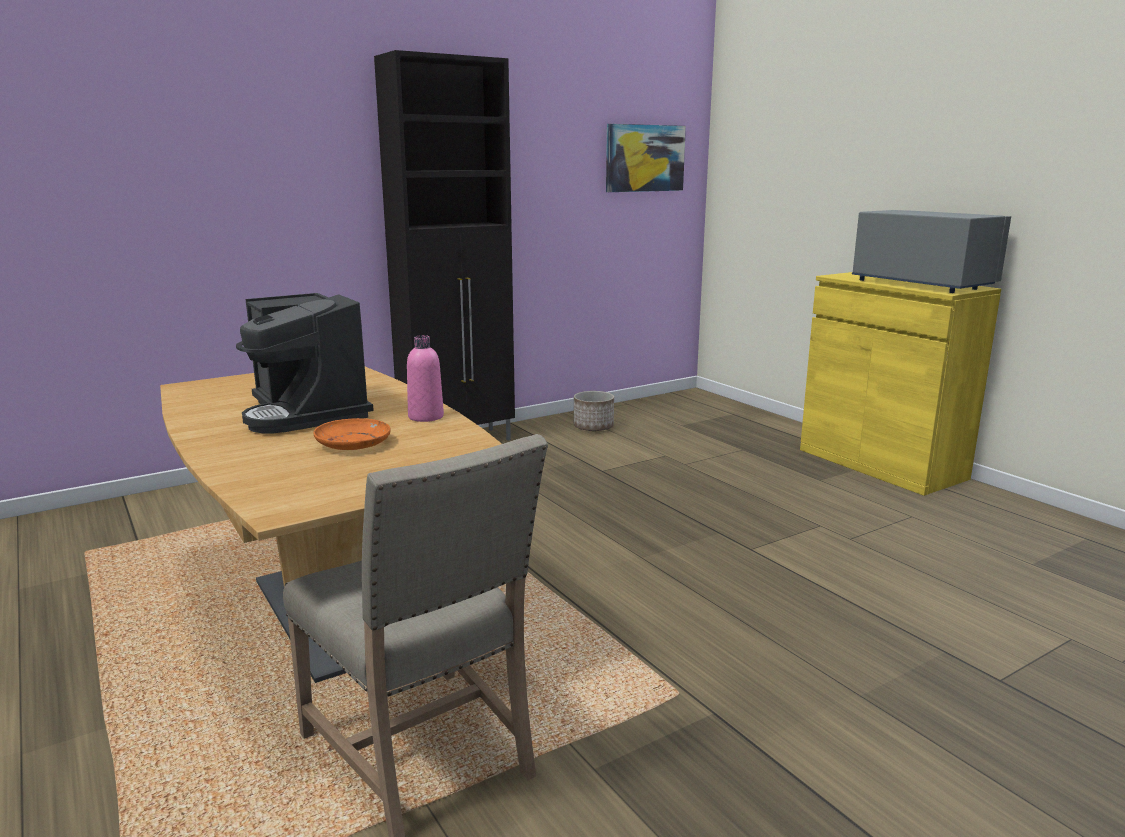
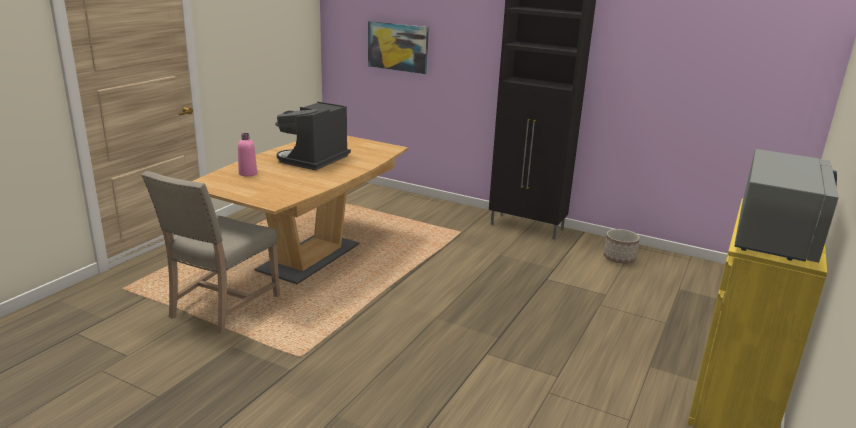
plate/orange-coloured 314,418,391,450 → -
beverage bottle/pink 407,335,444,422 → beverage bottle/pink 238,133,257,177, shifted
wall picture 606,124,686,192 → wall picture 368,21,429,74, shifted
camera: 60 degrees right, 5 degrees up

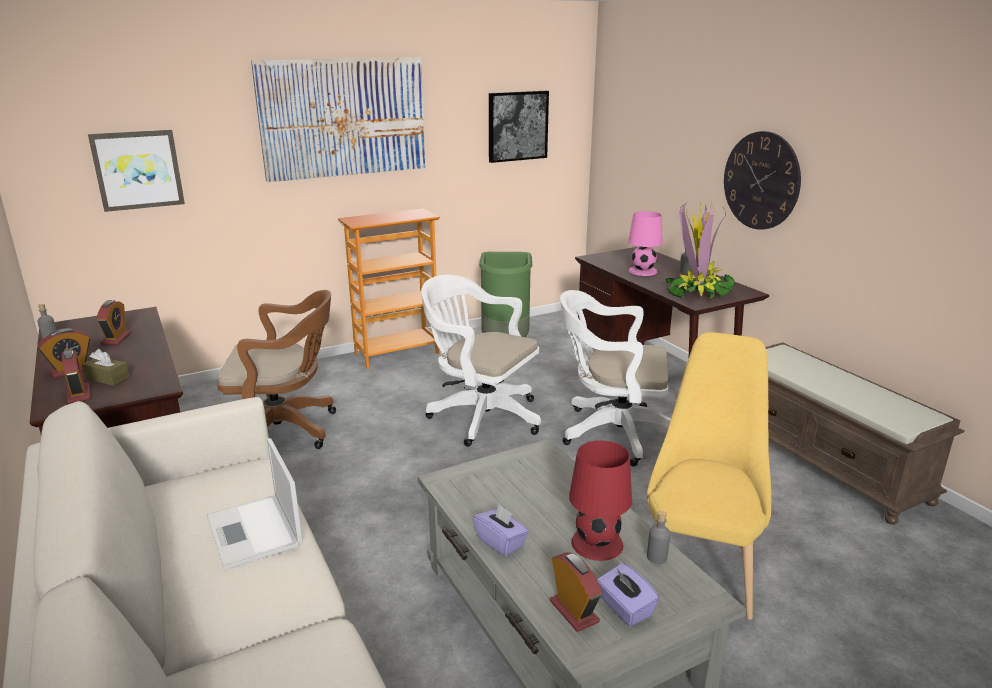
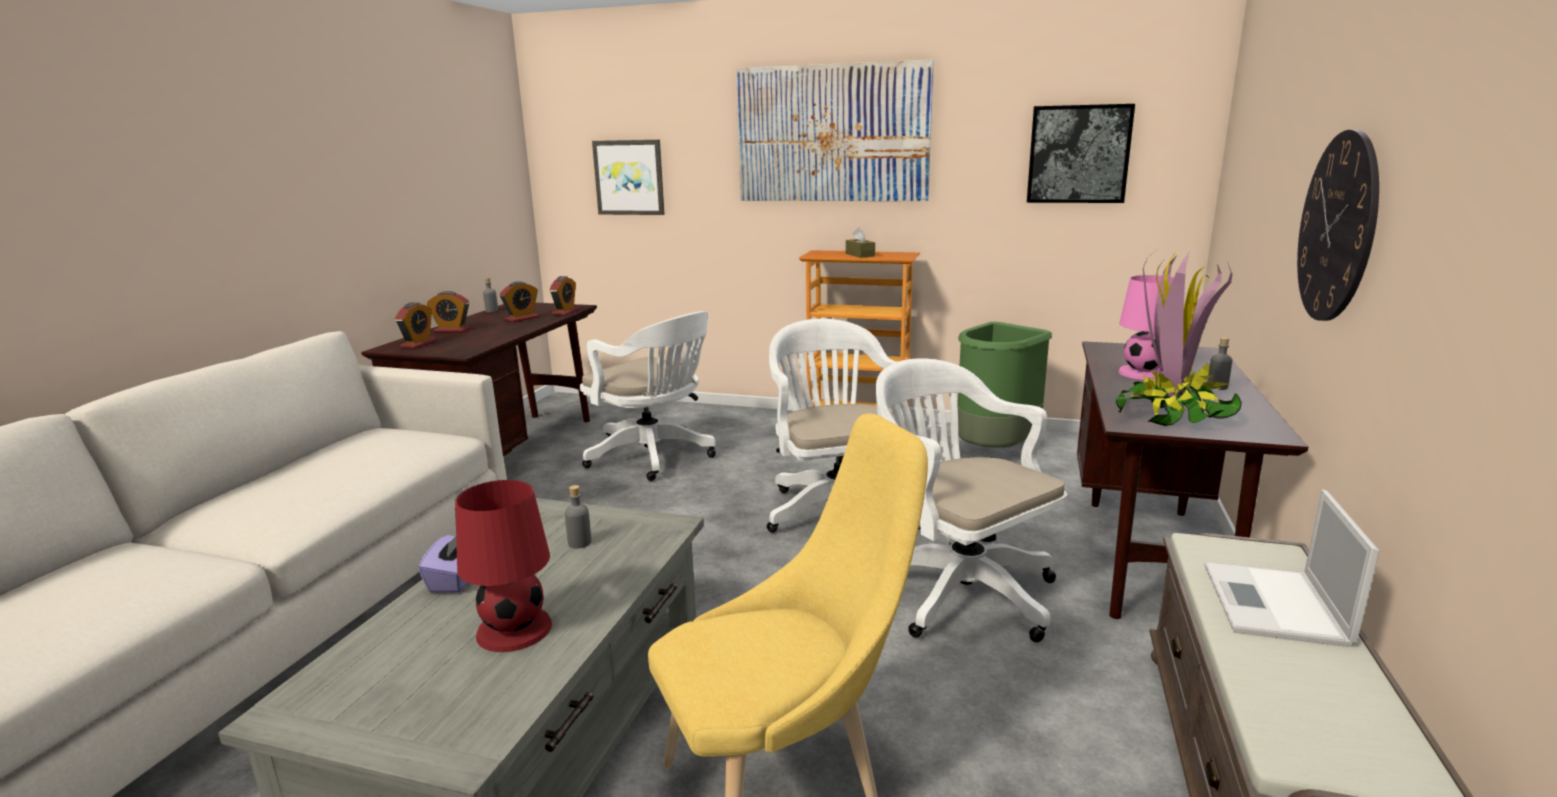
box of tissues/purple 597,563,659,626 → -
box of tissues/brown-coloured 82,349,130,386 → box of tissues/brown-coloured 846,228,875,258, shifted
portable computer 206,438,302,570 → portable computer 1204,490,1379,647, shifted
bedside clock 550,552,602,632 → bedside clock 550,276,579,316, shifted
beverage bottle/gray 647,511,670,564 → beverage bottle/gray 565,485,591,548, shifted
desk chair/brown-coloured 217,290,336,449 → desk chair/whitish 580,311,716,481
camera: 45 degrees right, 5 degrees down

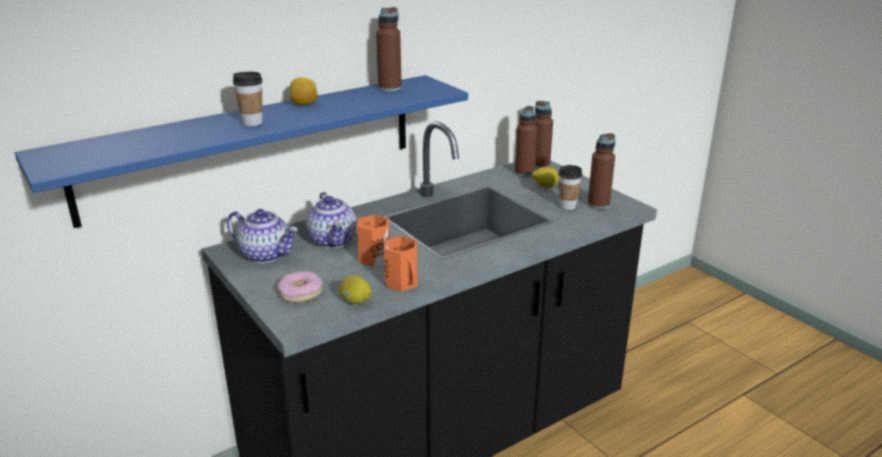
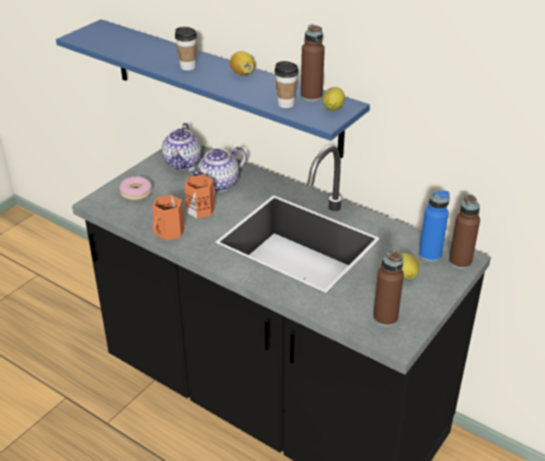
whole lemon 340,275,372,304 → whole lemon 323,87,345,111, shifted
cup 558,165,582,210 → cup 274,61,299,108, shifted
beverage bottle/brown-coloured 515,106,538,177 → beverage bottle/blue-coloured 419,190,450,262
camera: 70 degrees right, 10 degrees up

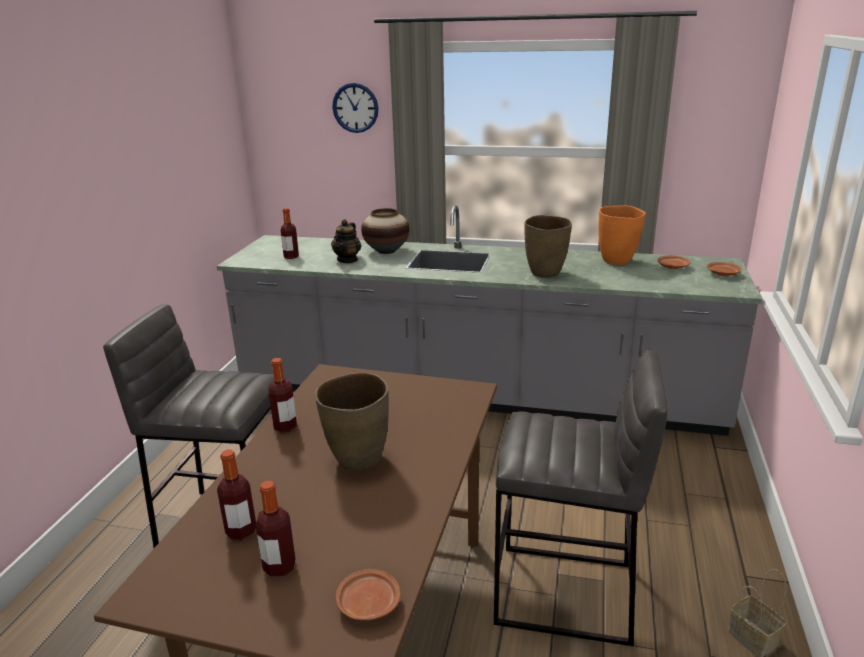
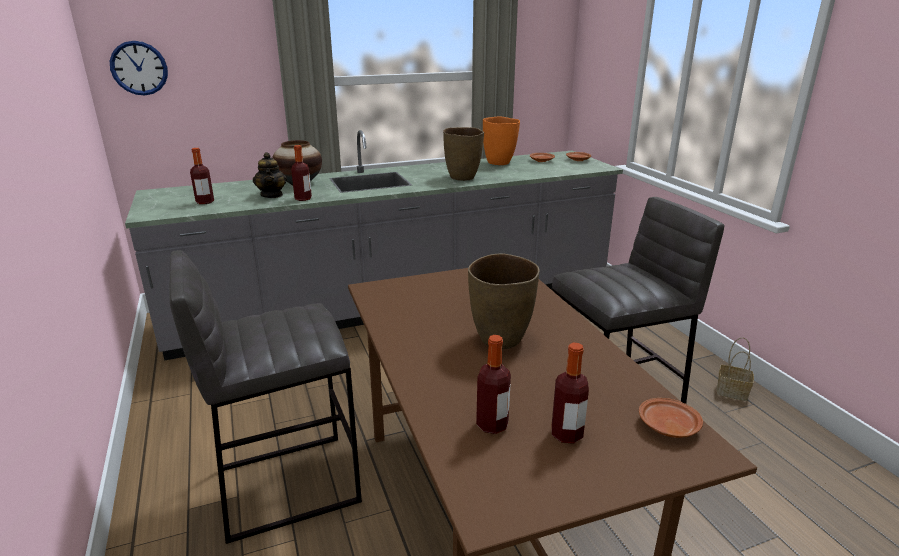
beverage bottle 268,358,297,433 → beverage bottle 291,145,312,201, shifted
wall clock 332,83,379,133 → wall clock 110,41,168,96, shifted
camera: 35 degrees left, 0 degrees up

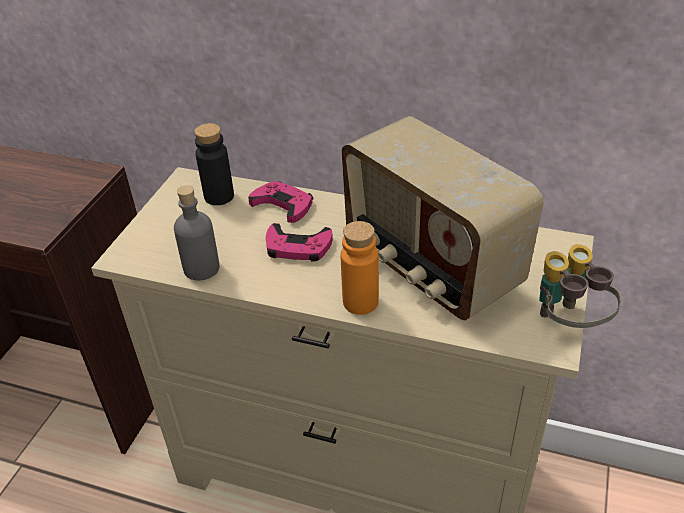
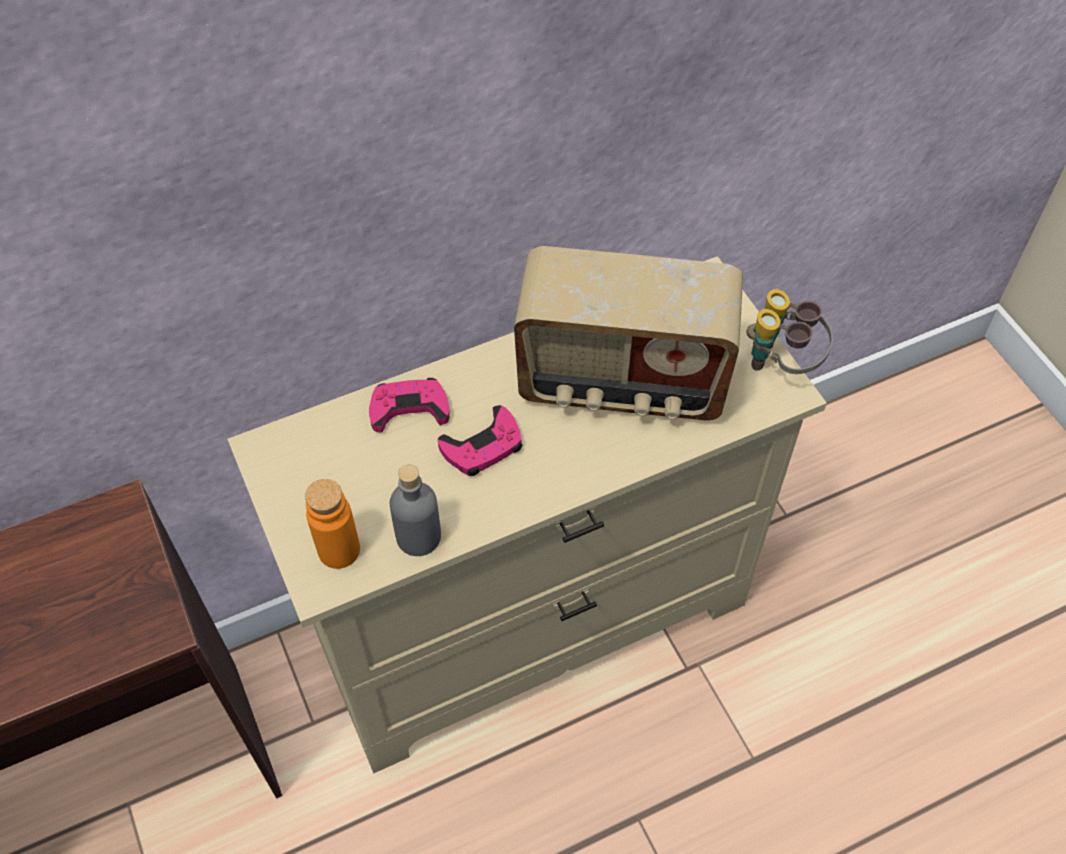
beverage bottle/black-coloured 194,123,234,205 → -
beverage bottle/orange-coloured 341,221,379,315 → beverage bottle/orange-coloured 305,479,360,569, shifted
camera: 45 degrees left, 15 degrees up

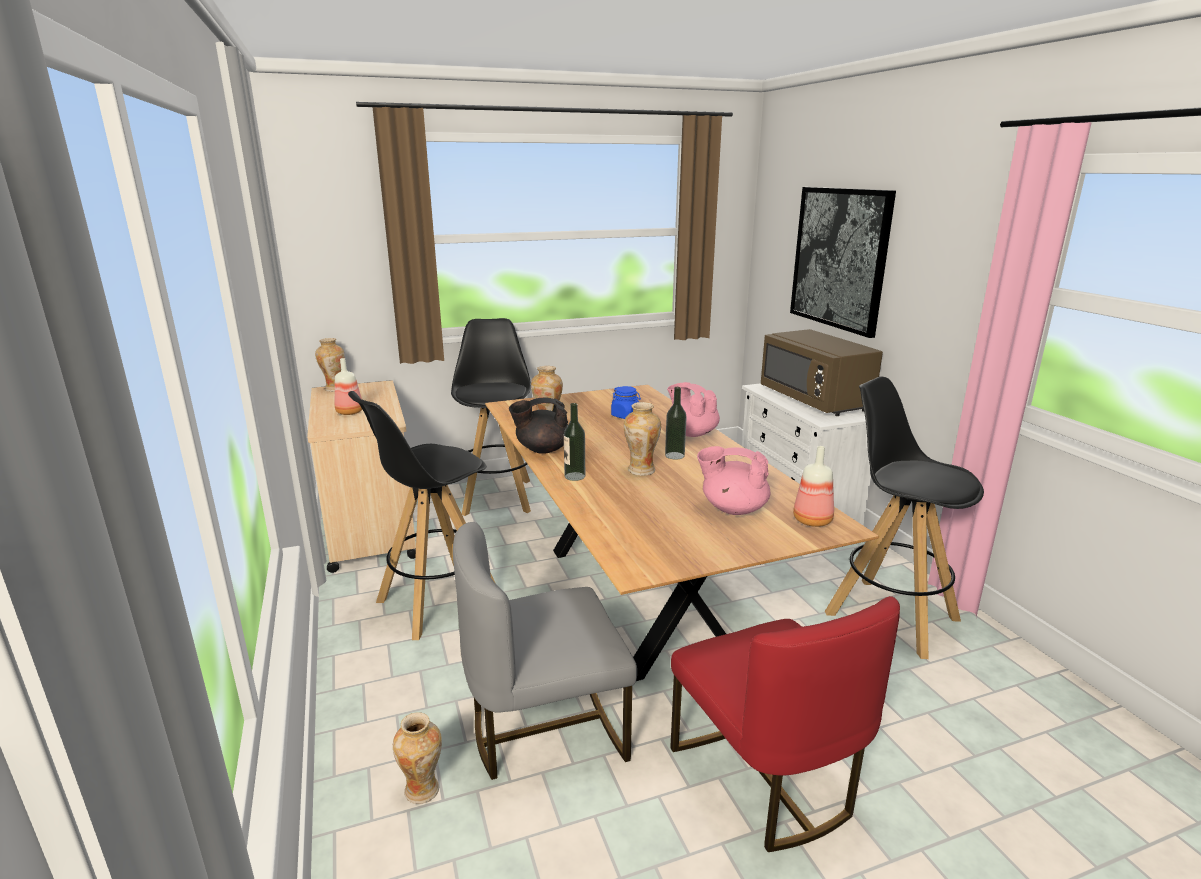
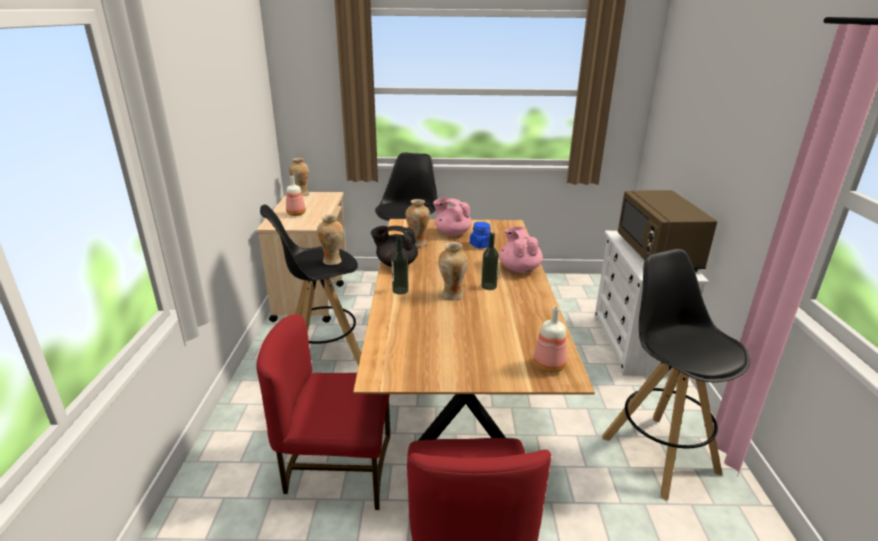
wall picture 790,187,896,338 → -
flower vase 393,712,442,804 → flower vase 317,215,343,265, shifted
tea pot/pink 697,446,770,515 → tea pot/pink 433,197,472,236, shifted
plain chair/gray 453,522,637,780 → plain chair/red 256,314,390,510
camera: 20 degrees right, 5 degrees up

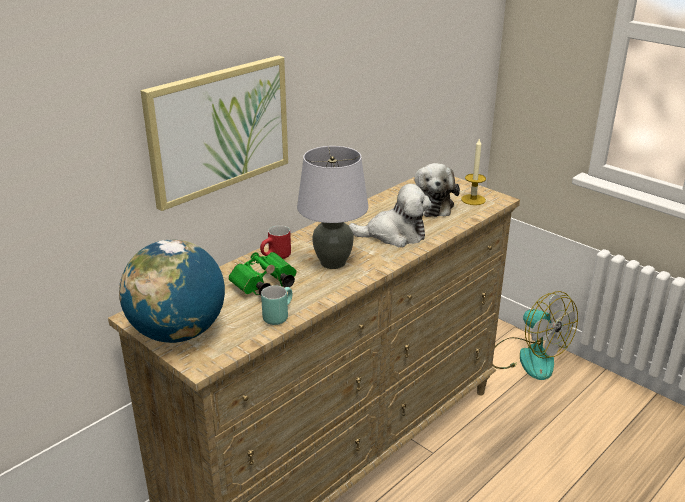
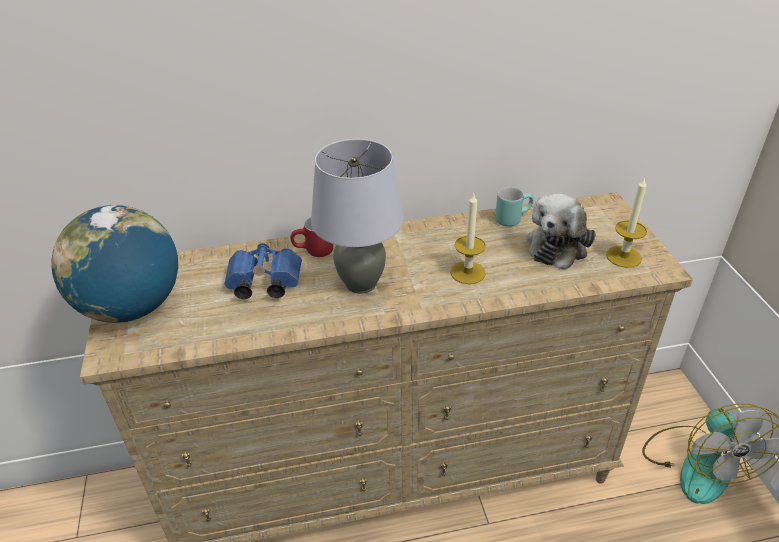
wall picture 140,55,288,211 → -
mug/blue-green 261,285,293,325 → mug/blue-green 495,187,533,227, shifted
plush toy 348,184,432,247 → wax candle 450,194,486,284
pair of binoculars/greenish 228,252,297,296 → pair of binoculars/blue-coloured 224,243,302,299
camera: 35 degrees right, 10 degrees up

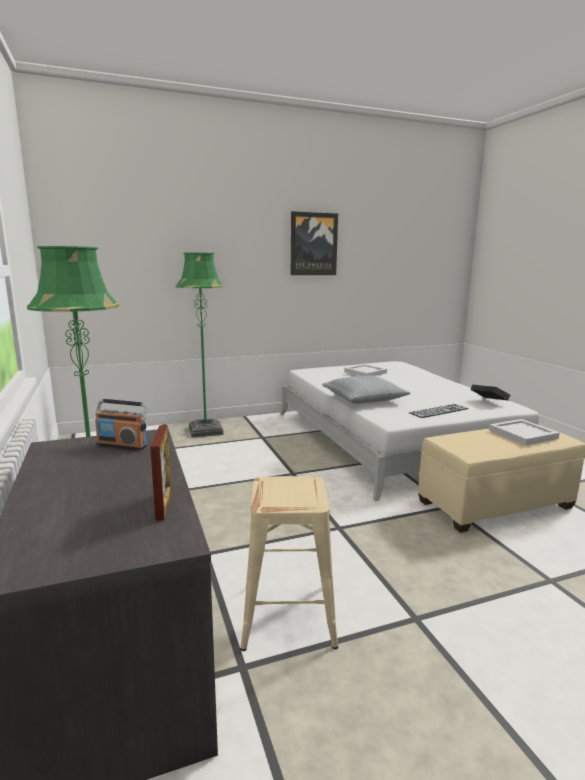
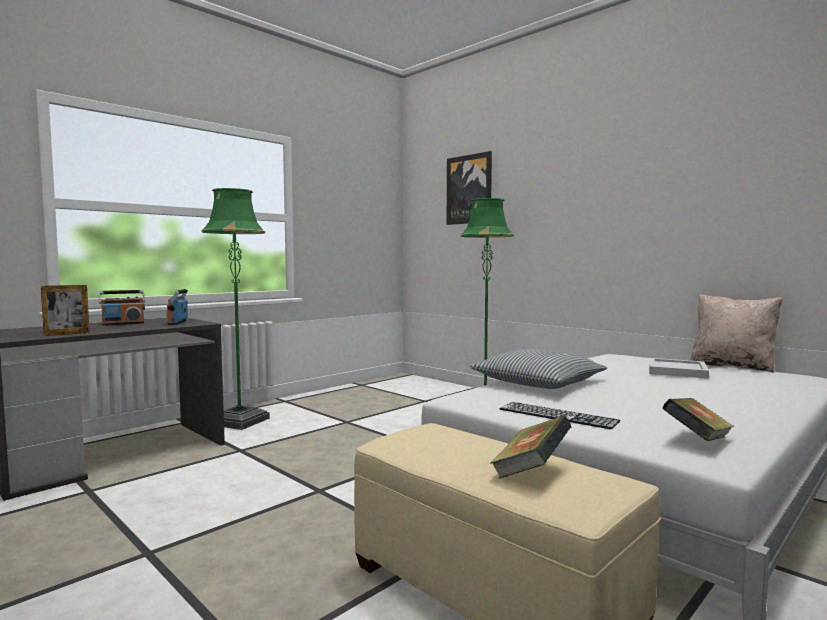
stool seat/beige-coloured 240,476,338,651 → -
- → radio set 99,290,145,326
- → pillow/beige-coloured 689,294,783,373
wall picture 291,211,338,275 → wall picture 447,151,492,225, shifted
carrying tray/whitish 489,419,560,446 → book 490,416,571,479
camera: 65 degrees right, 10 degrees down

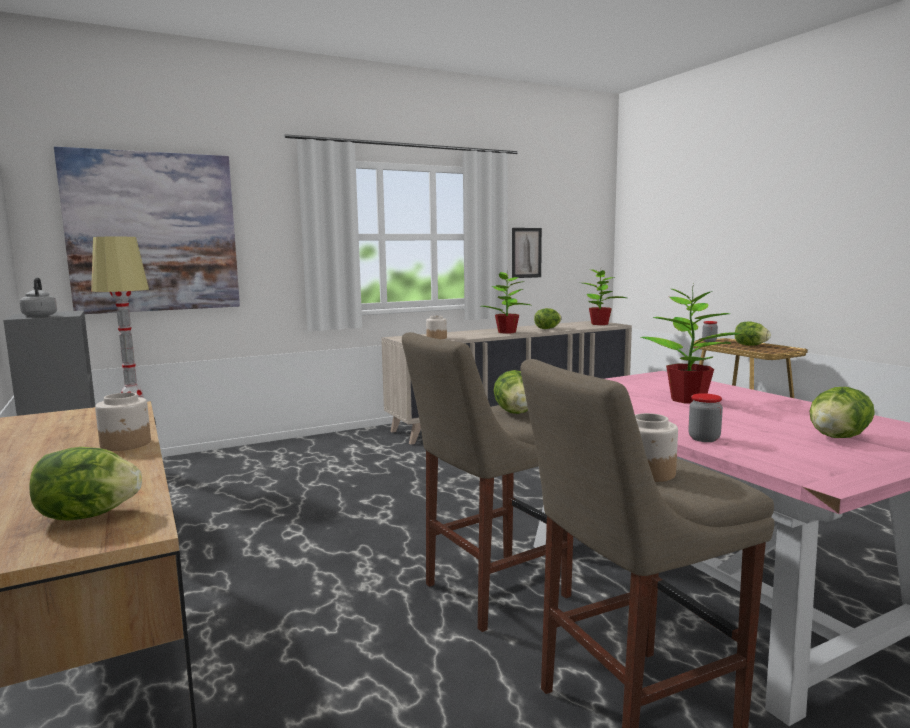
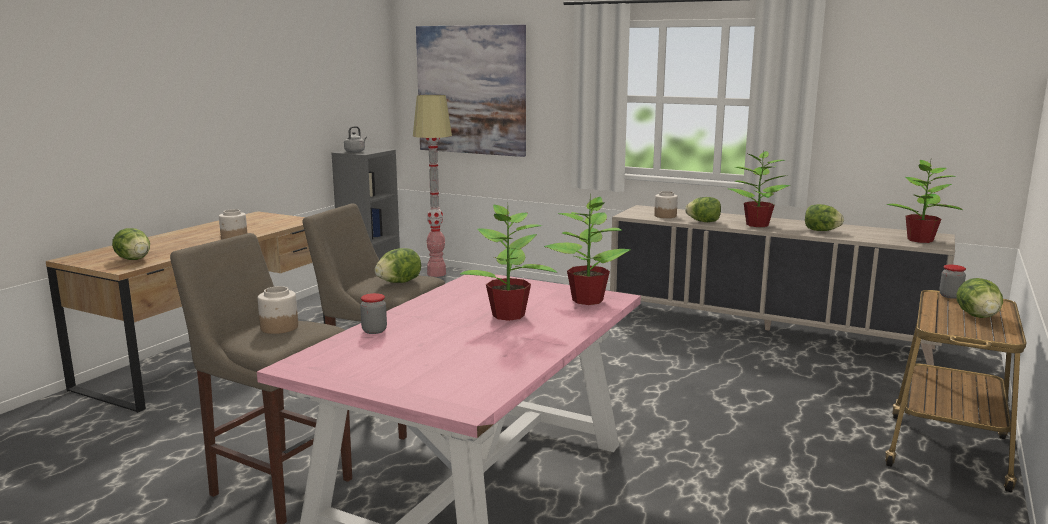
wall picture 512,228,542,278 → -
- → plant in a pot 544,197,631,305
lettuce 809,387,875,438 → lettuce 685,197,721,222, shifted
camera: 55 degrees right, 5 degrees up

